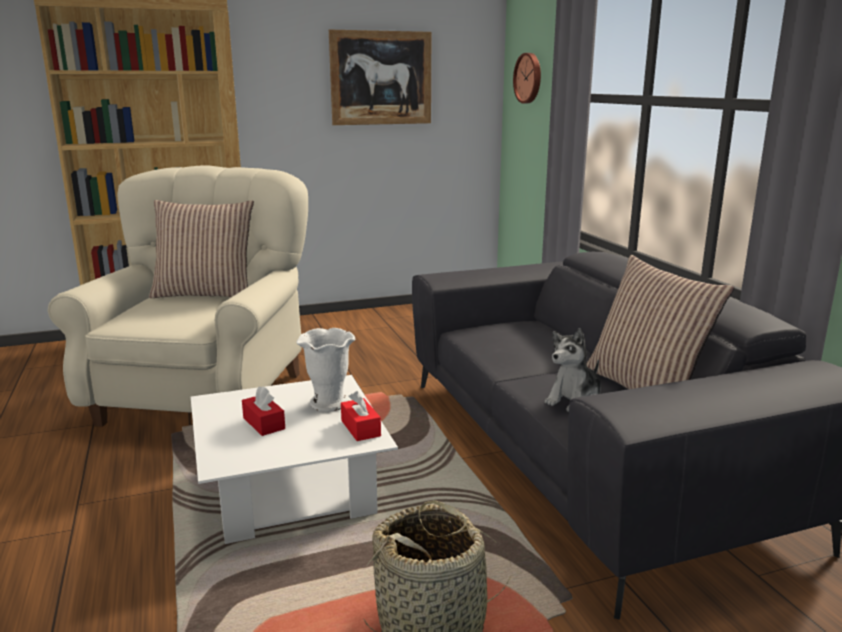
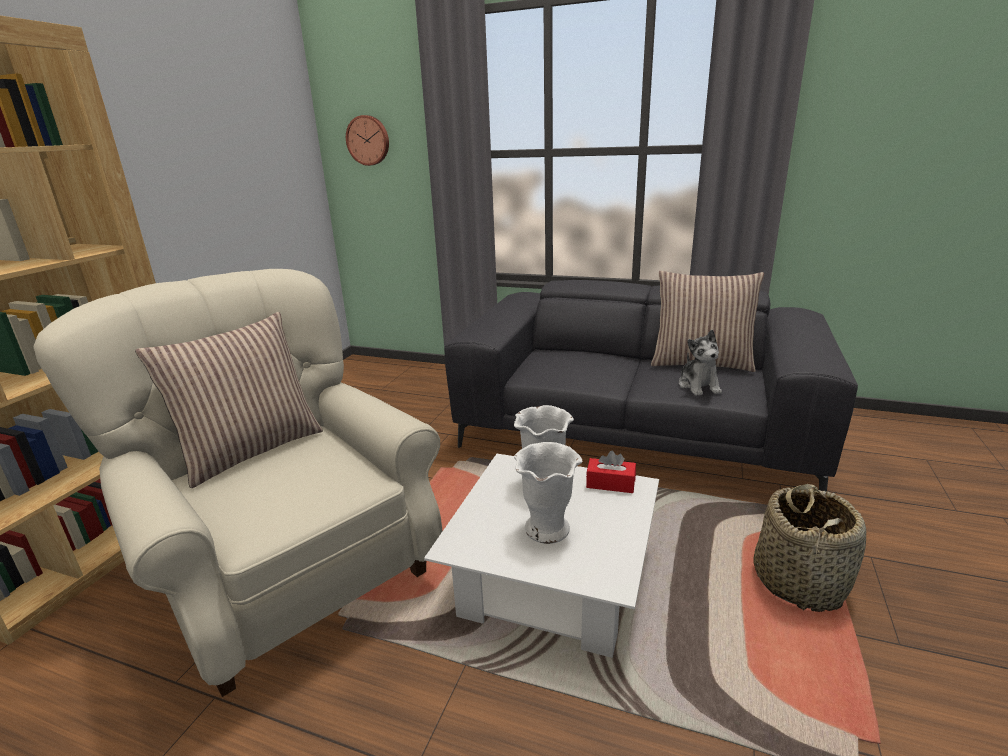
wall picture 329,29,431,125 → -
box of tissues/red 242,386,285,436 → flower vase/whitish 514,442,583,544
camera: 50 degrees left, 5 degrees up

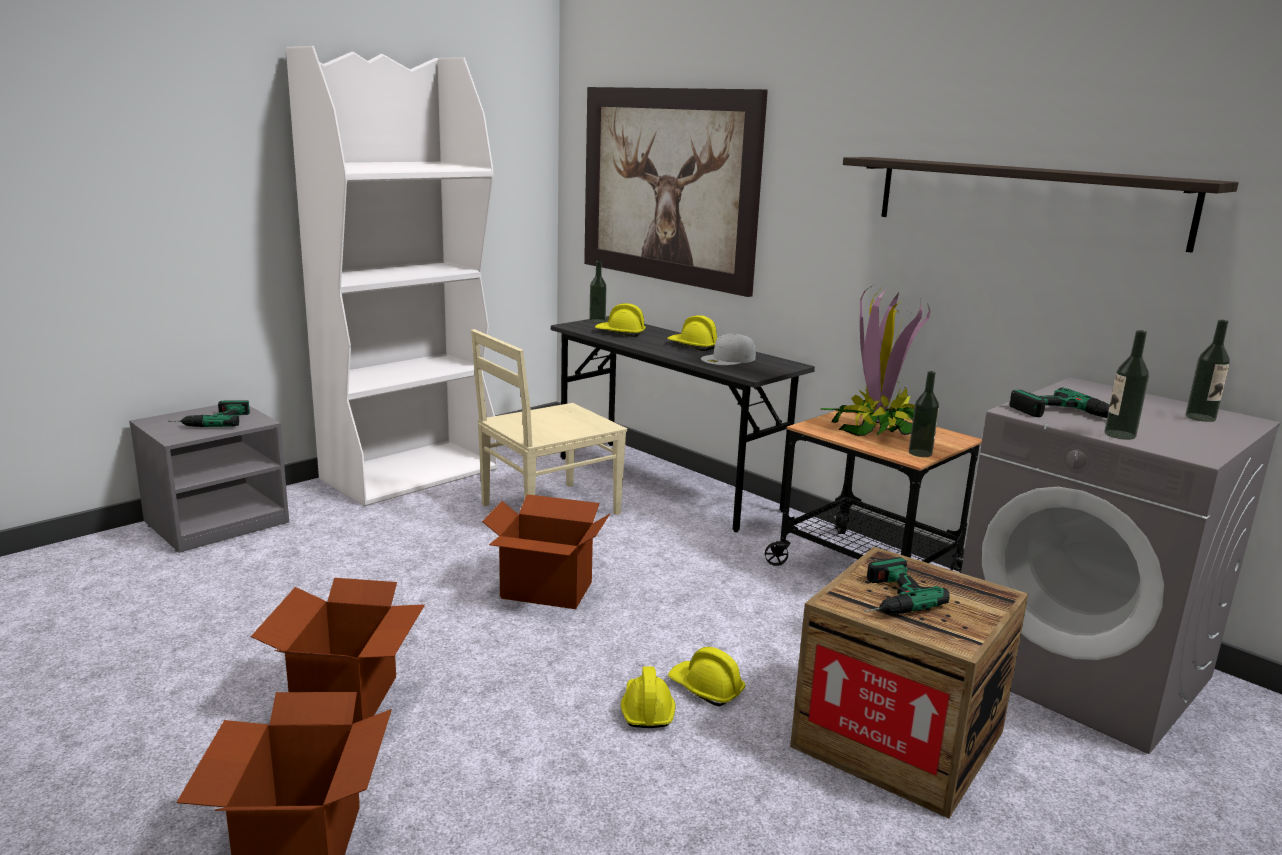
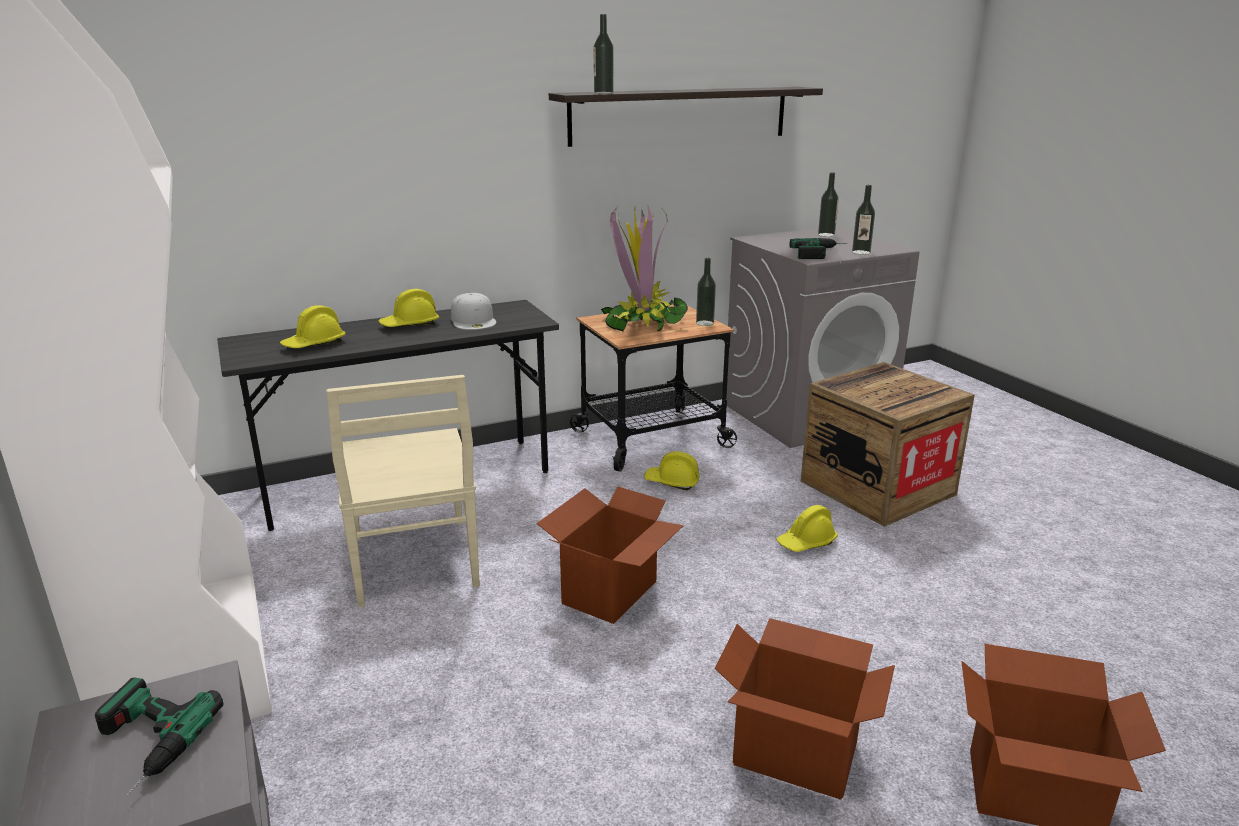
wall picture 584,87,768,297 → -
electric drill 864,557,950,614 → -
beverage bottle 589,261,607,323 → beverage bottle 593,14,614,93, shifted
work helmet/yellow 621,666,675,728 → work helmet/yellow 644,451,700,490, shifted
camera: 70 degrees left, 5 degrees up

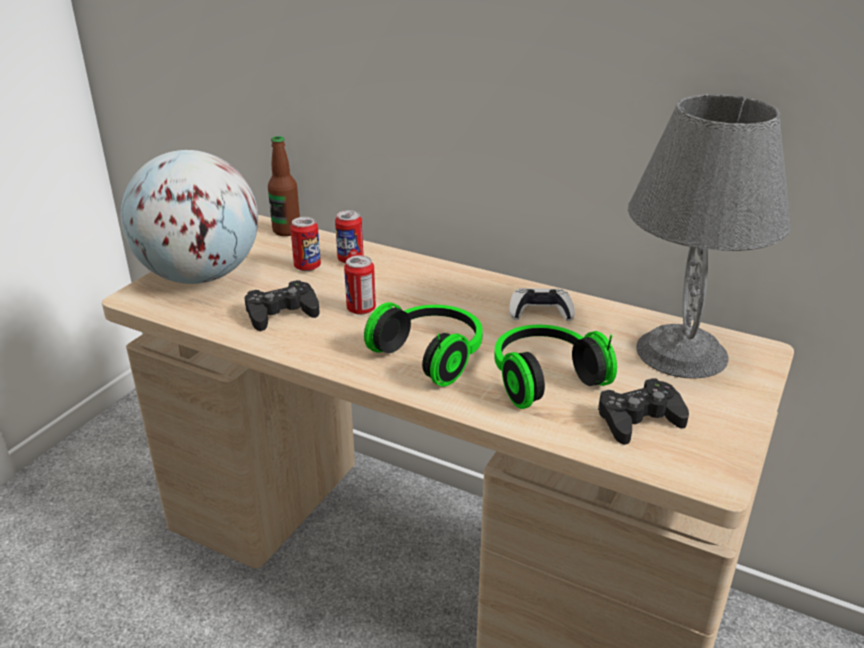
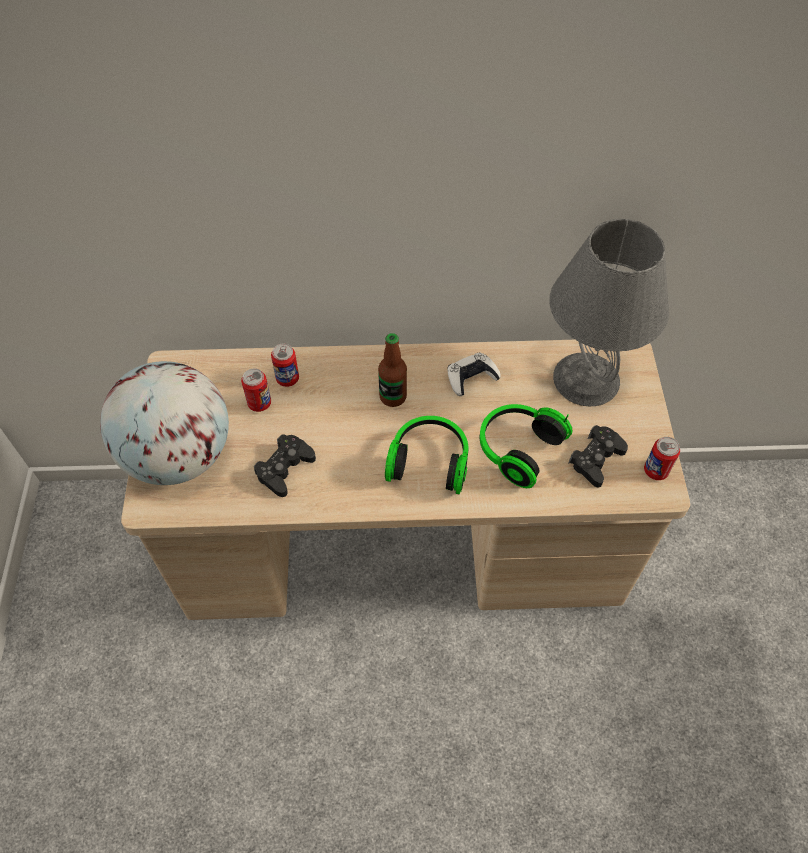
beverage bottle 268,136,300,236 → beverage bottle 378,333,407,407, shifted
metal can 344,255,376,315 → metal can 644,437,680,480, shifted
camera: 30 degrees left, 25 degrees up

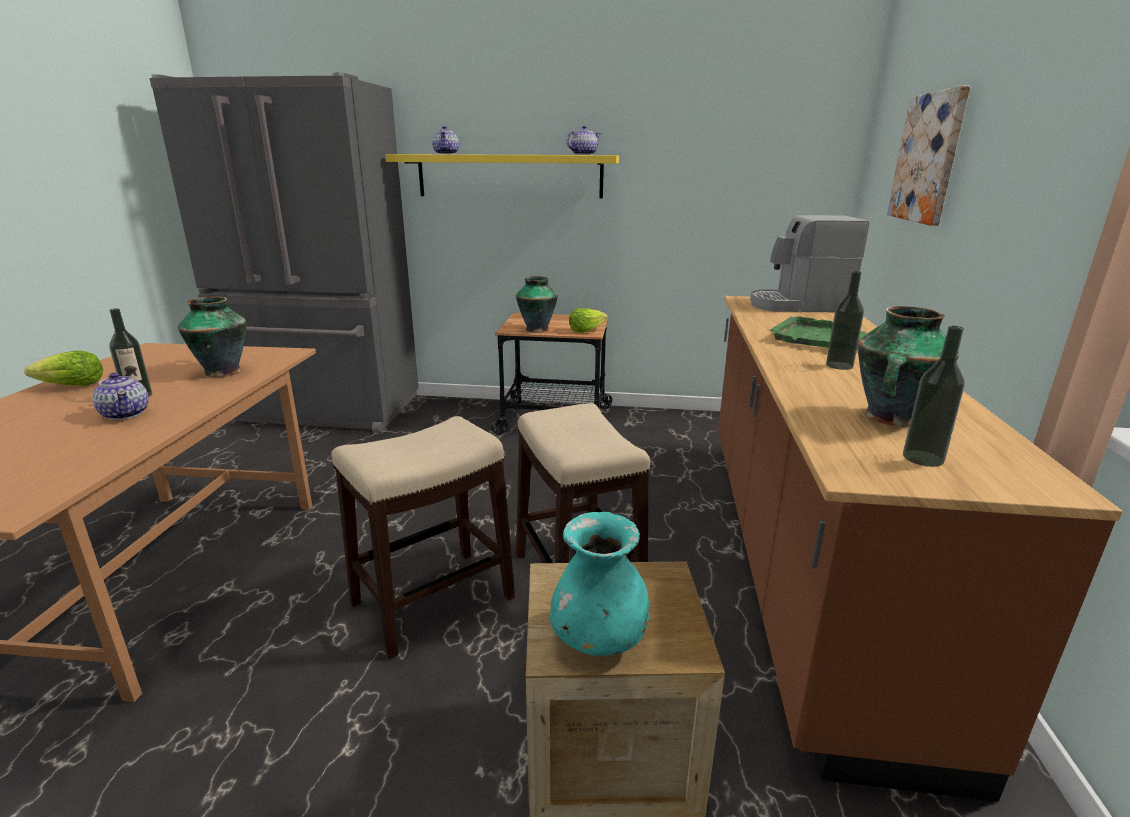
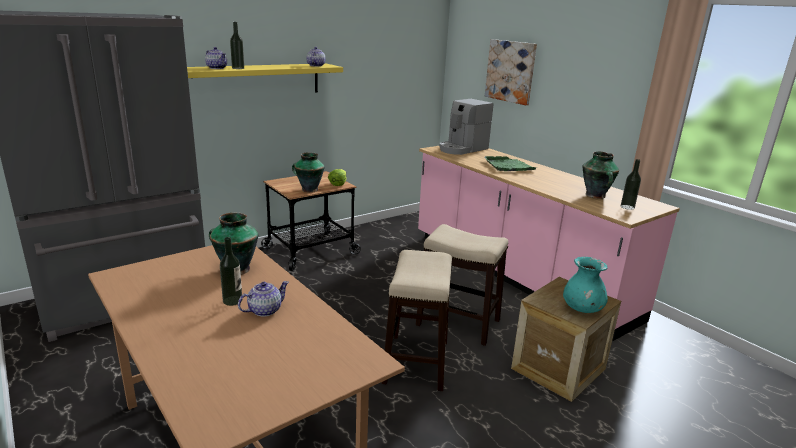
lettuce 24,351,103,386 → -
beverage bottle 826,271,864,370 → beverage bottle 230,22,244,69, shifted
kitchen base unit/brown-coloured 718,296,1123,802 → kitchen base unit/pink 418,146,680,341
tea pot 92,373,149,420 → tea pot 238,281,289,317, 45 degrees counterclockwise
camera: 45 degrees left, 0 degrees up

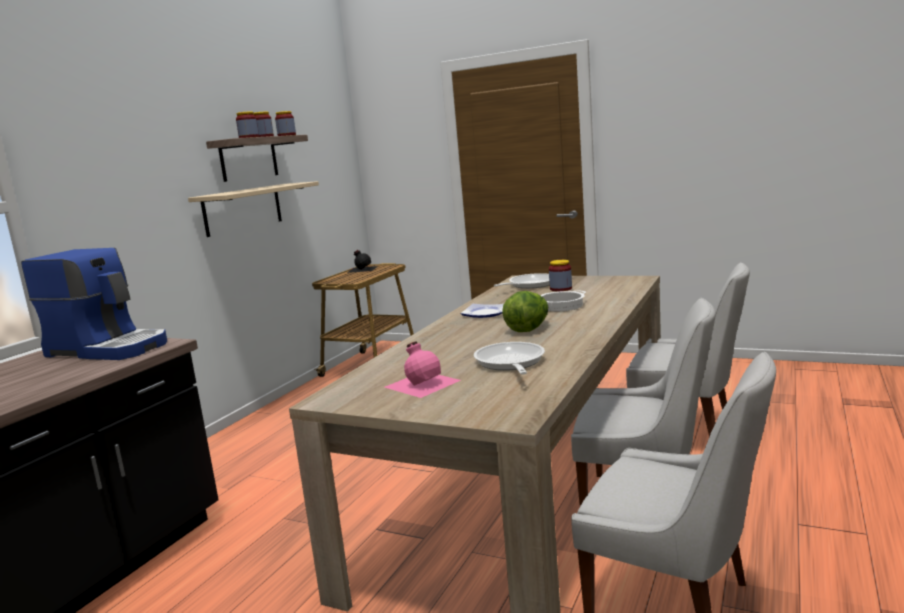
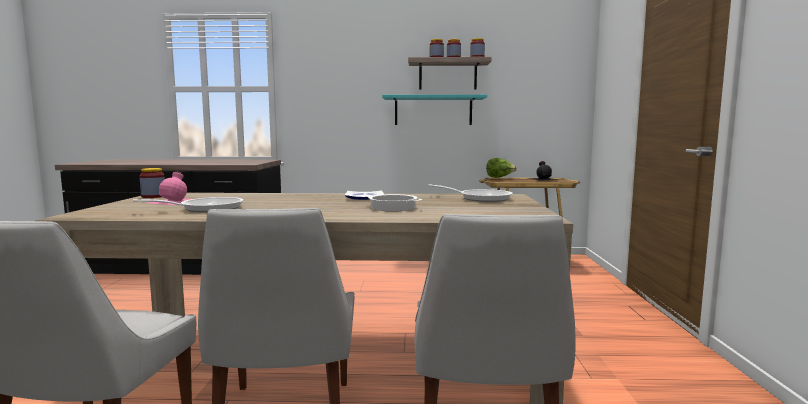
coffee brewer 21,248,167,360 → -
lettuce 502,291,548,332 → lettuce 486,158,517,178, shifted
jar 549,260,572,291 → jar 139,168,165,198, shifted
wall shelf/beige-coloured 188,181,319,237 → wall shelf/blue-green 382,94,487,125
camera: 65 degrees right, 5 degrees down

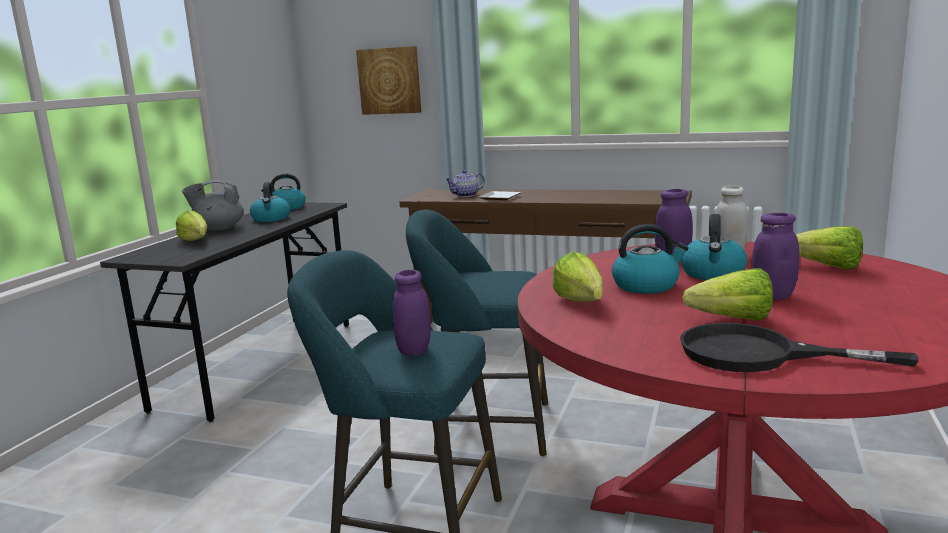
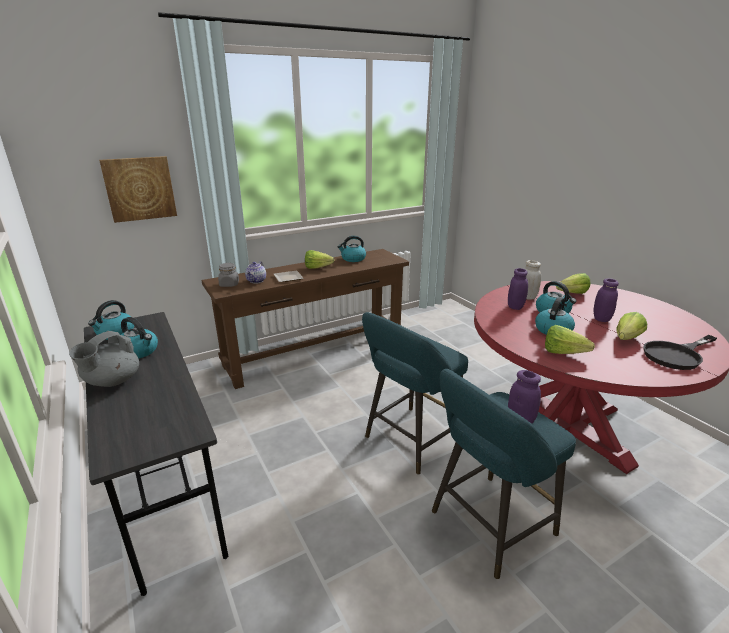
- → jar/gray 218,263,239,287
- → tea kettle 337,236,366,262
lettuce 176,211,207,241 → lettuce 305,250,334,269, shifted
camera: 50 degrees left, 10 degrees up

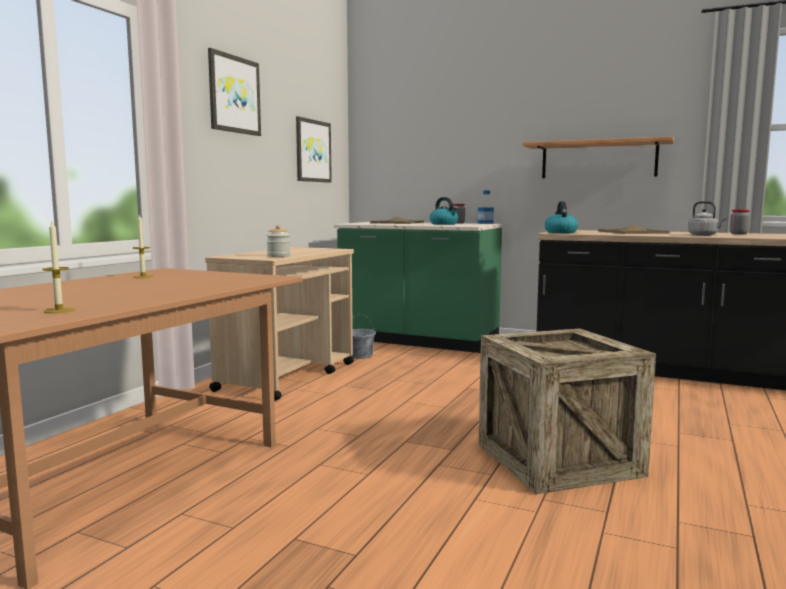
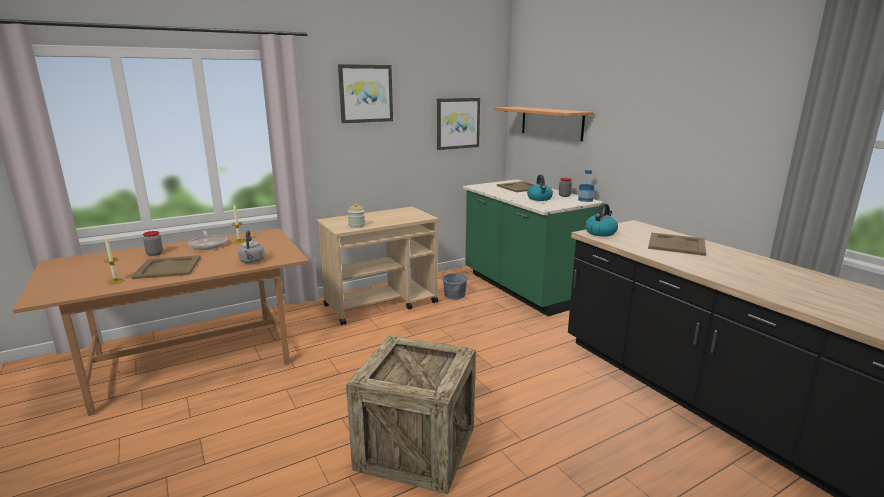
- → carrying tray/beige-coloured 131,255,201,279
- → skillet 188,231,227,250
wall shelf 523,136,674,178 → wall shelf 494,107,594,141, shifted
tea kettle/gray 688,201,727,236 → tea kettle/gray 238,230,265,263, shifted
jar 730,209,750,235 → jar 143,231,163,256, shifted
camera: 35 degrees right, 10 degrees up

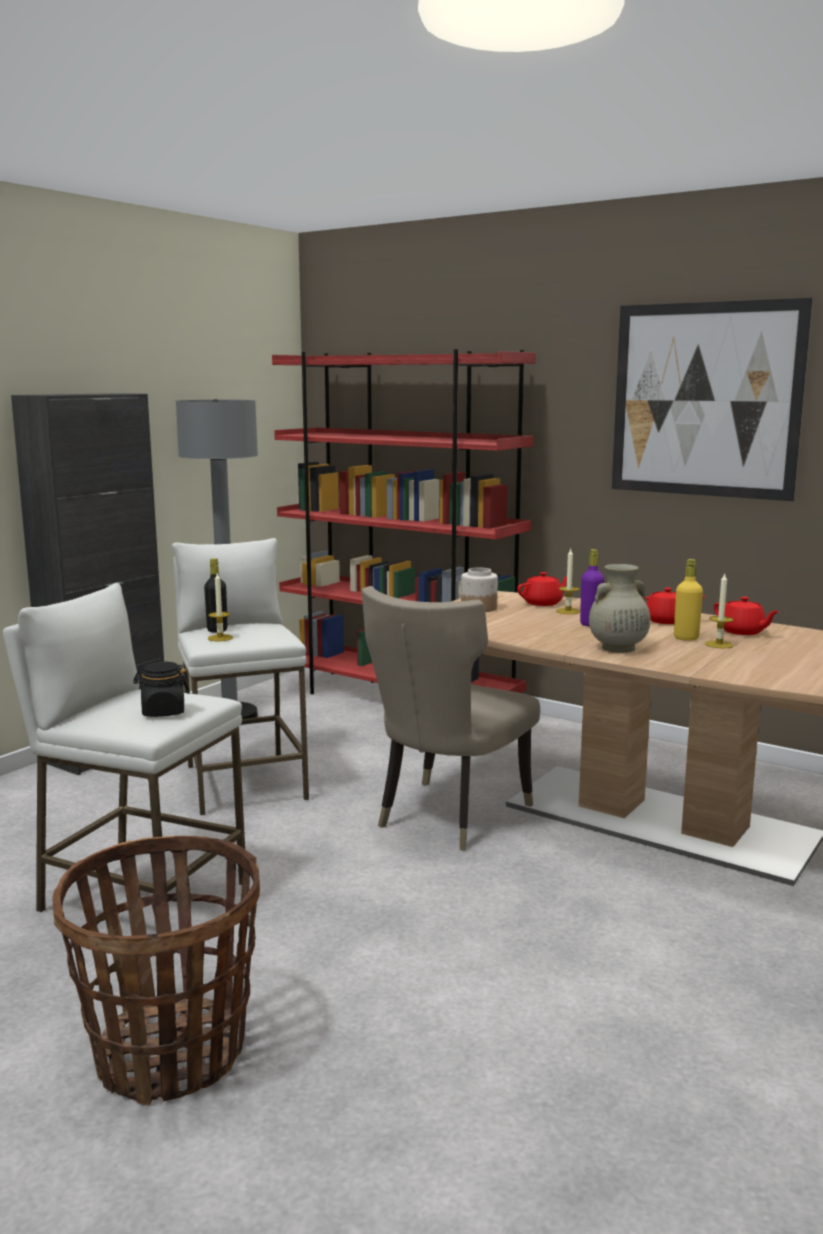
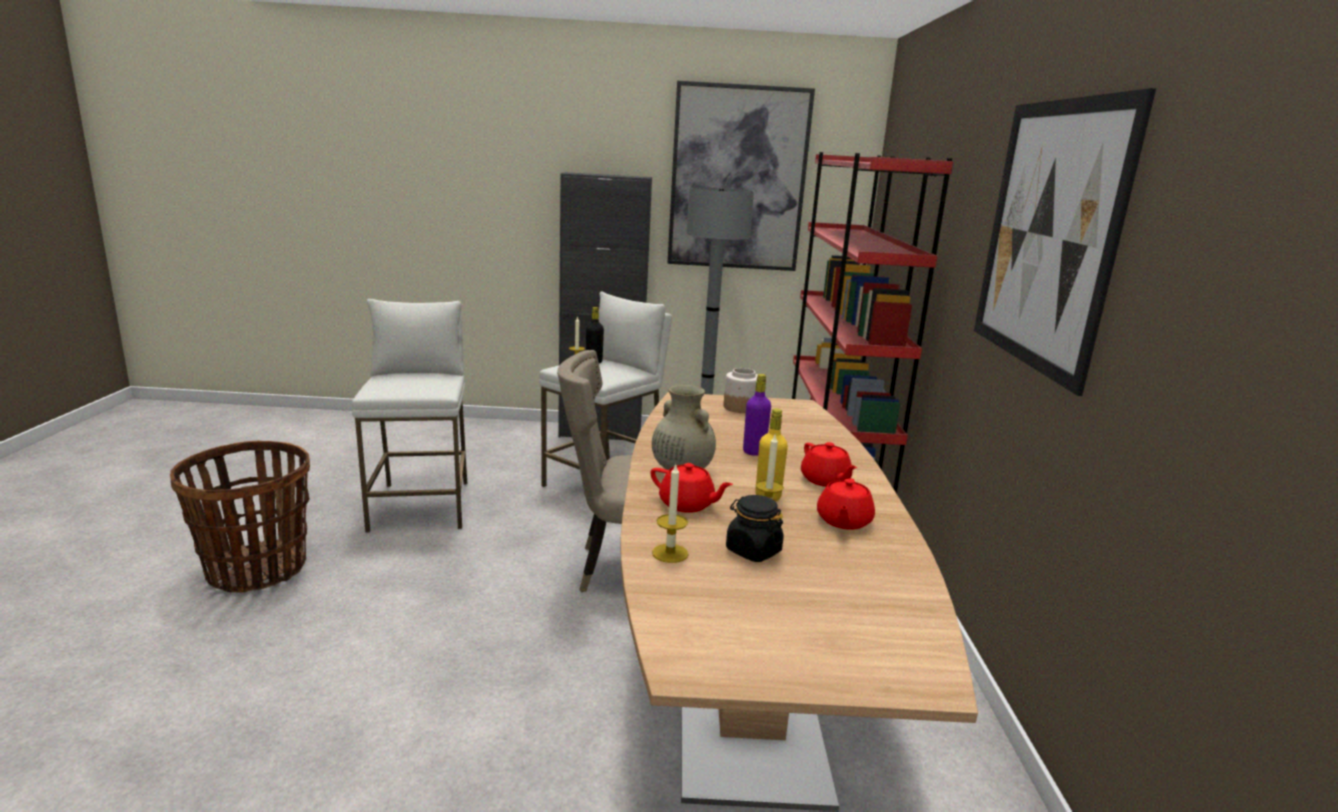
- → wall picture 667,81,815,271
jar/black-coloured 133,662,190,717 → jar/black-coloured 726,495,784,562, shifted
tea pot/red 517,572,567,606 → tea pot/red 650,463,733,513, shifted
wax candle 556,549,580,614 → wax candle 652,465,688,563, shifted
camera: 55 degrees right, 5 degrees up

